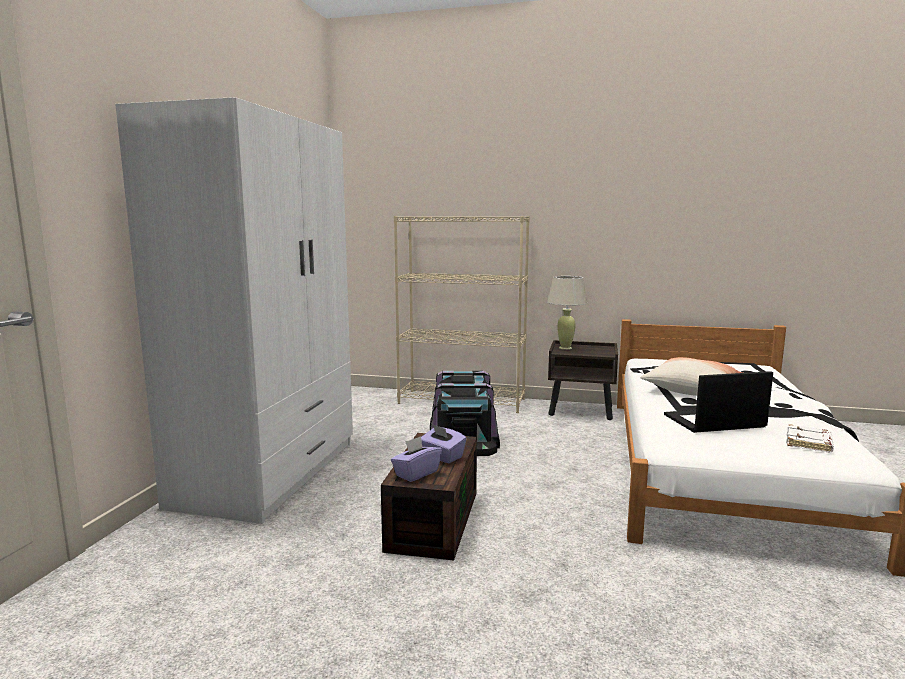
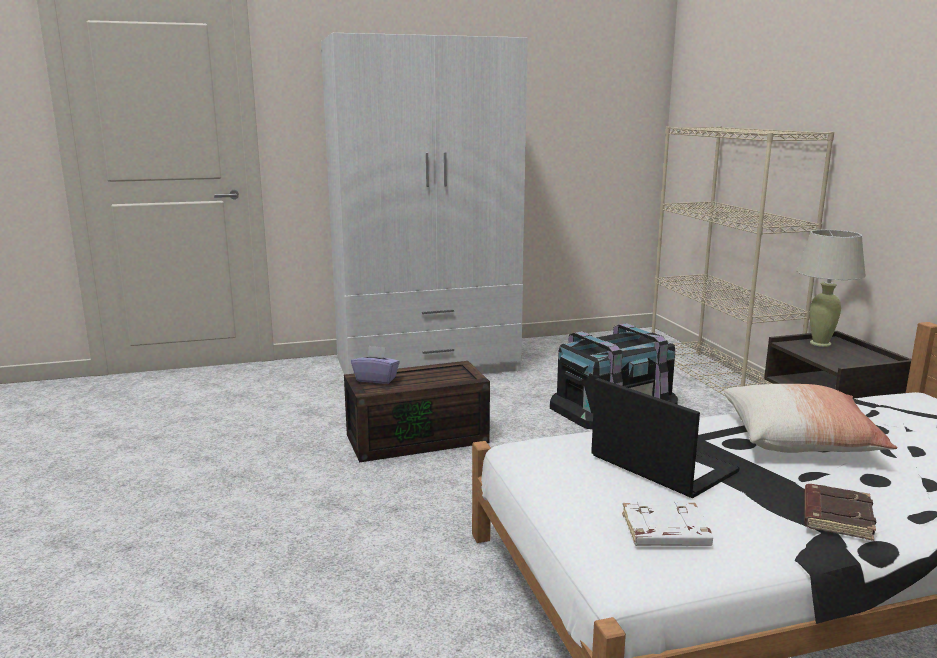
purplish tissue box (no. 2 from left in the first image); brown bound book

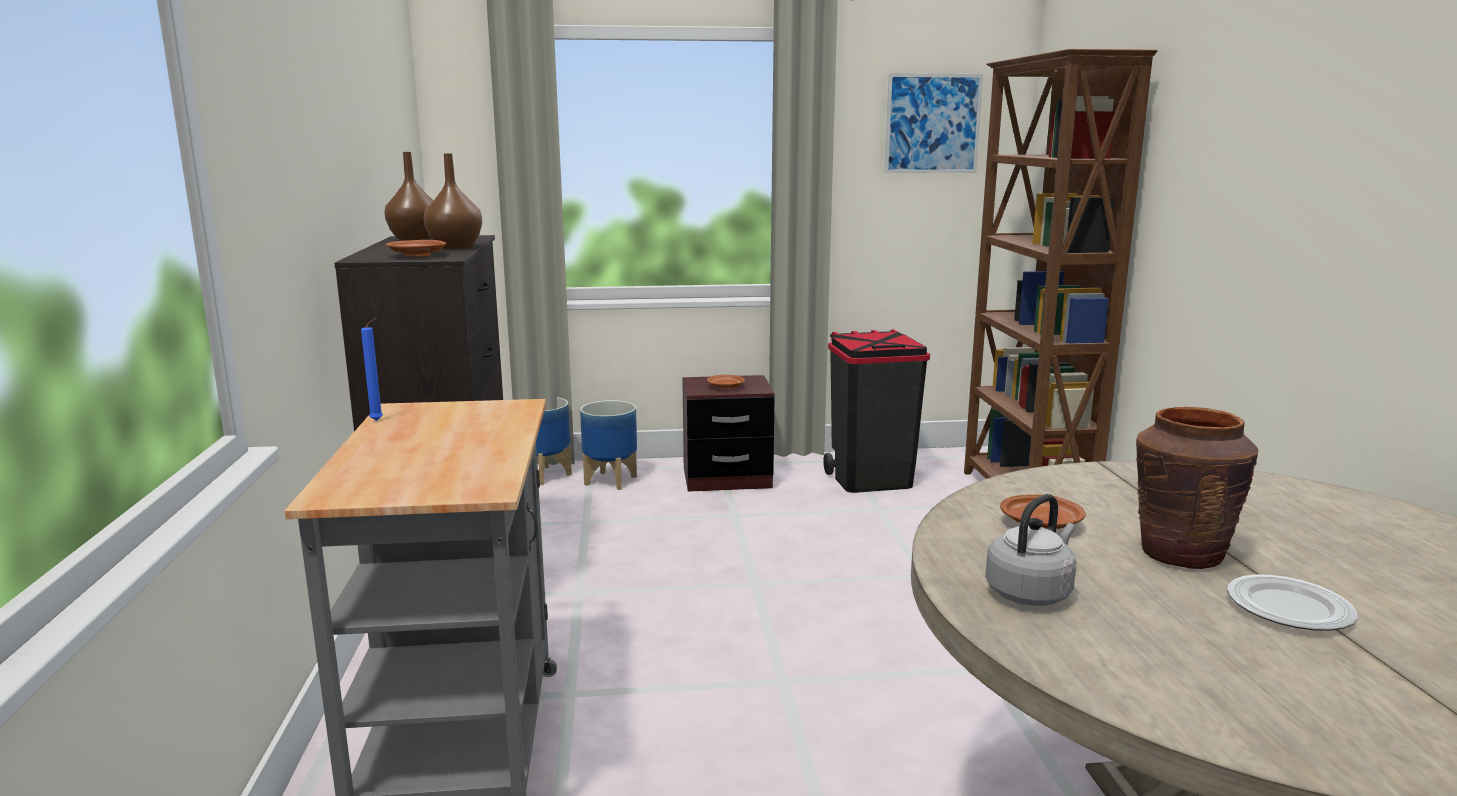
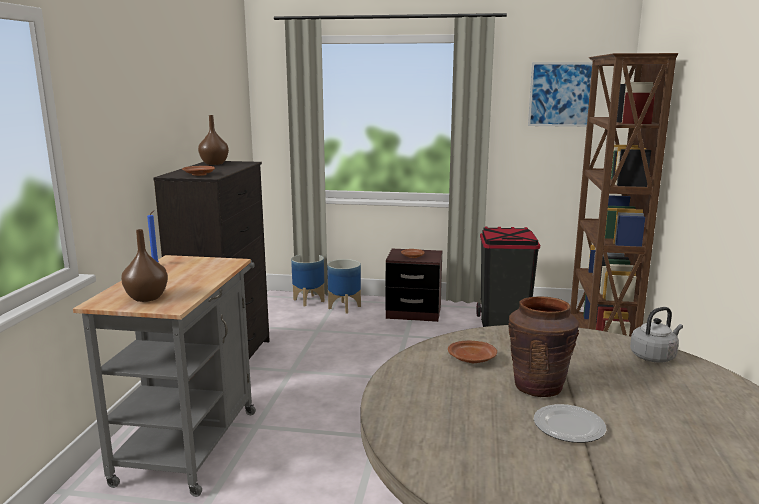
brown vase (no. 1 from left); gray kettle

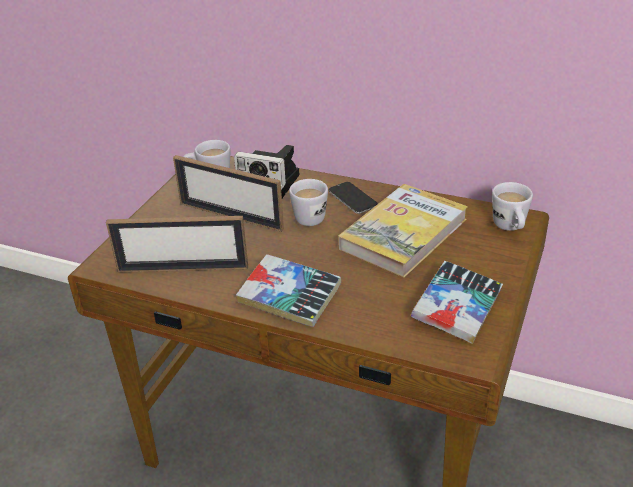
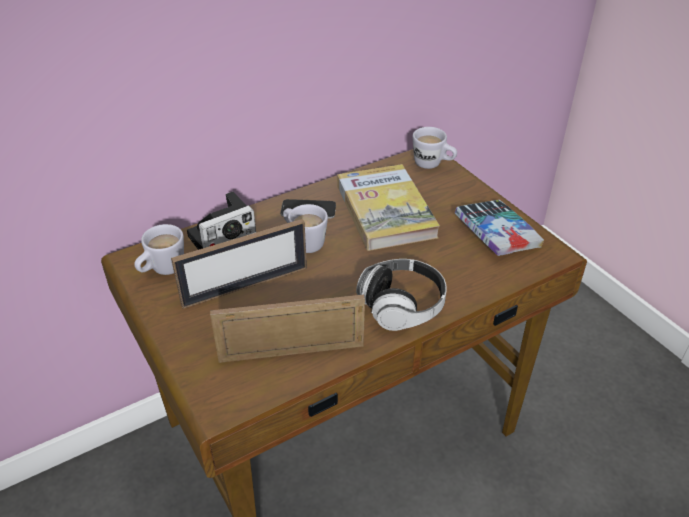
headphones; picture frame (no. 2 from left)

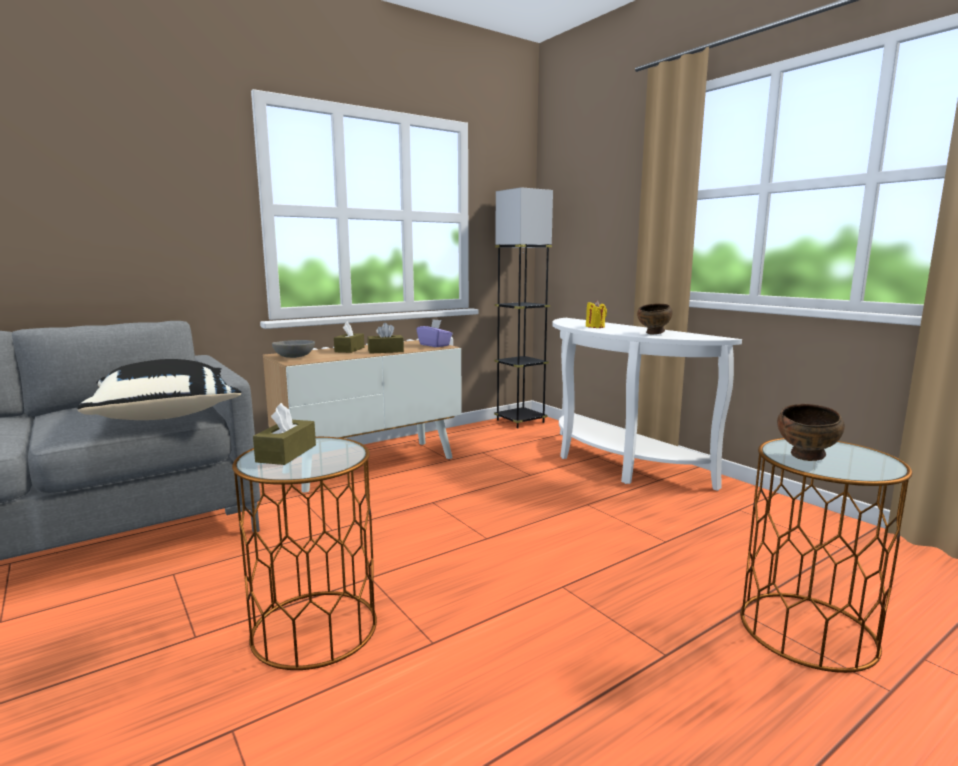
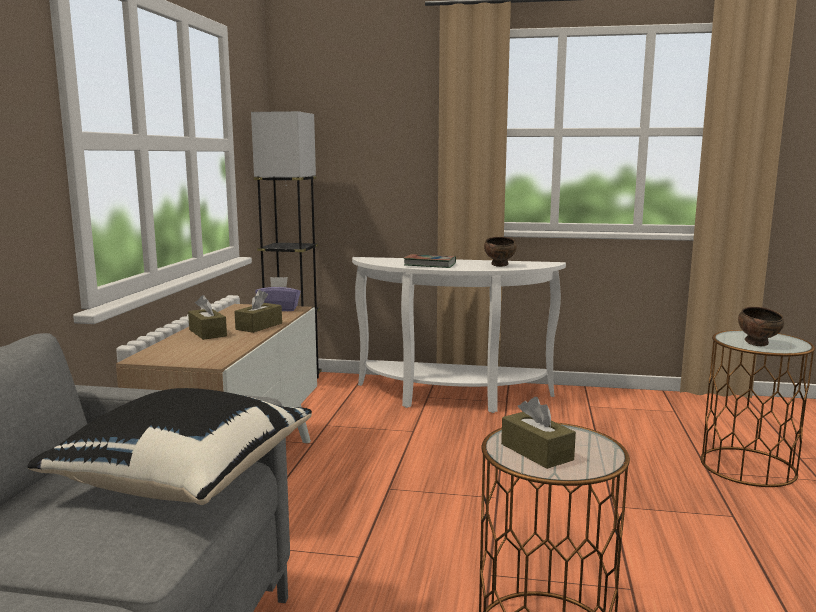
gray serving bowl; bound book

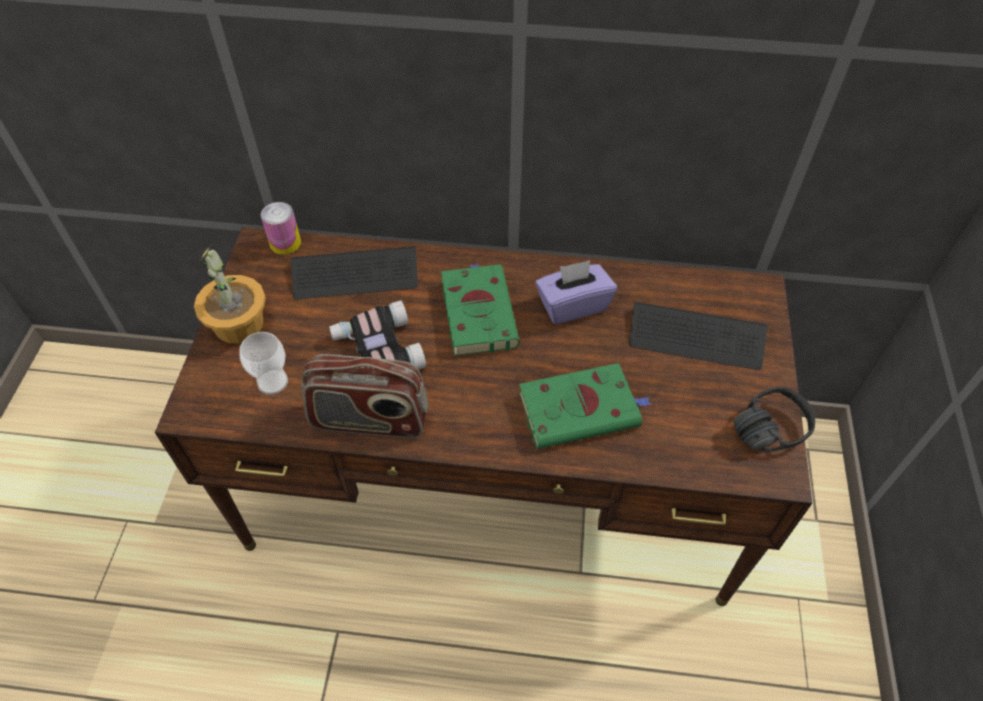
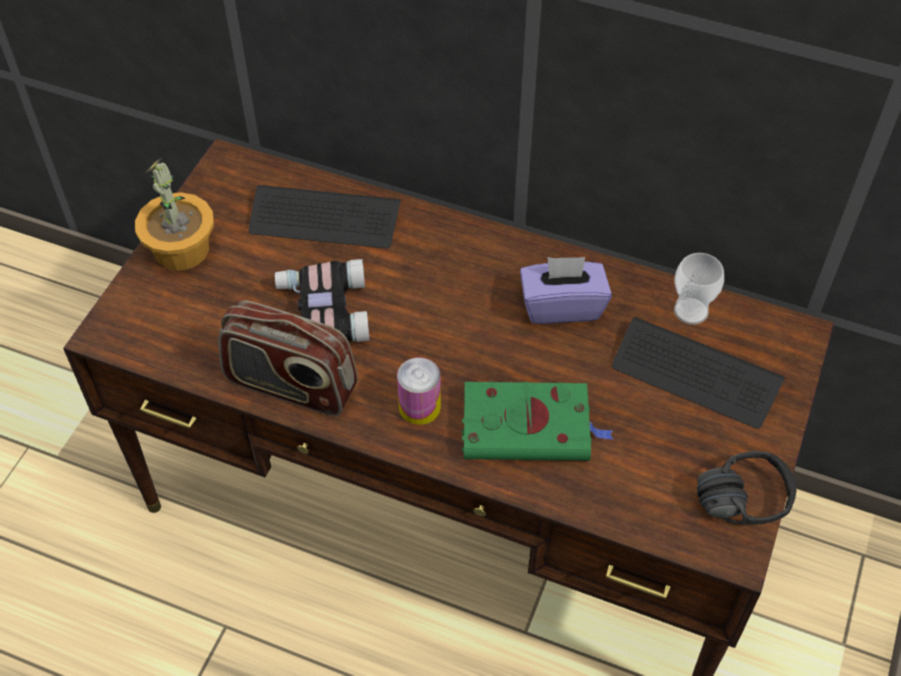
green bound book (no. 1 from left in the first image); small cup; sealed can

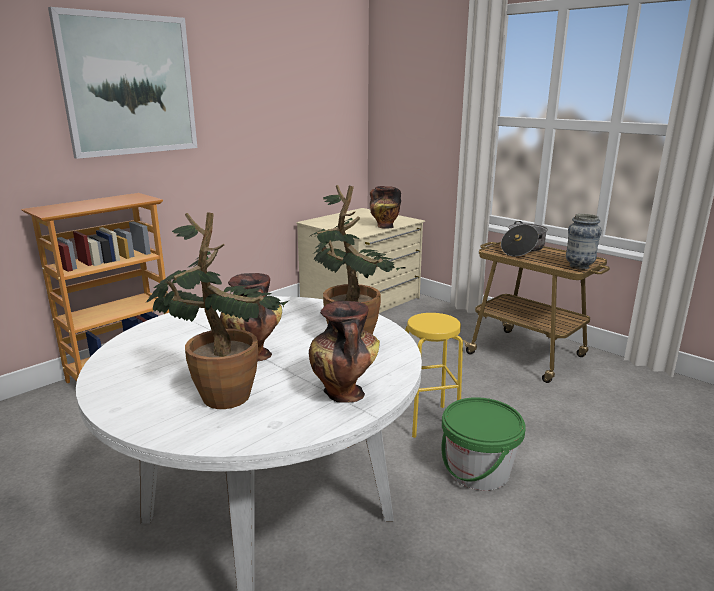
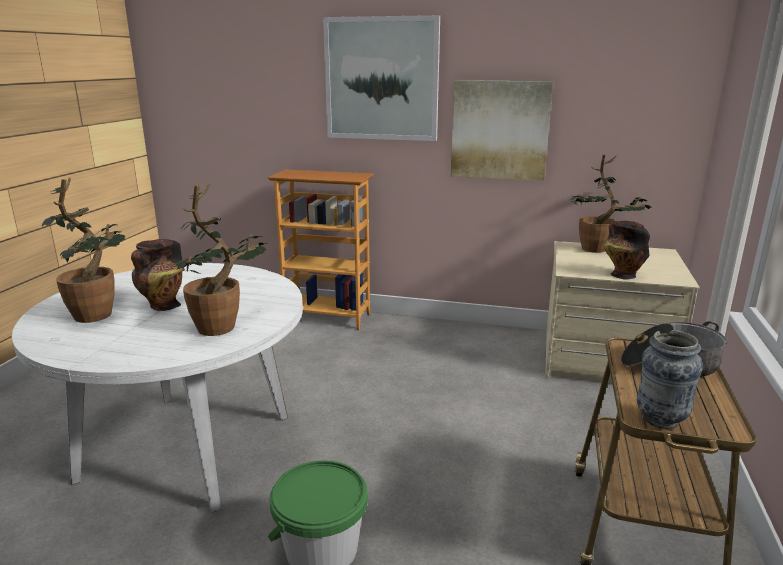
vase (no. 2 from left in the first image); yellowish stool seat; wall art (no. 2 from left); potted plant (no. 3 from left)

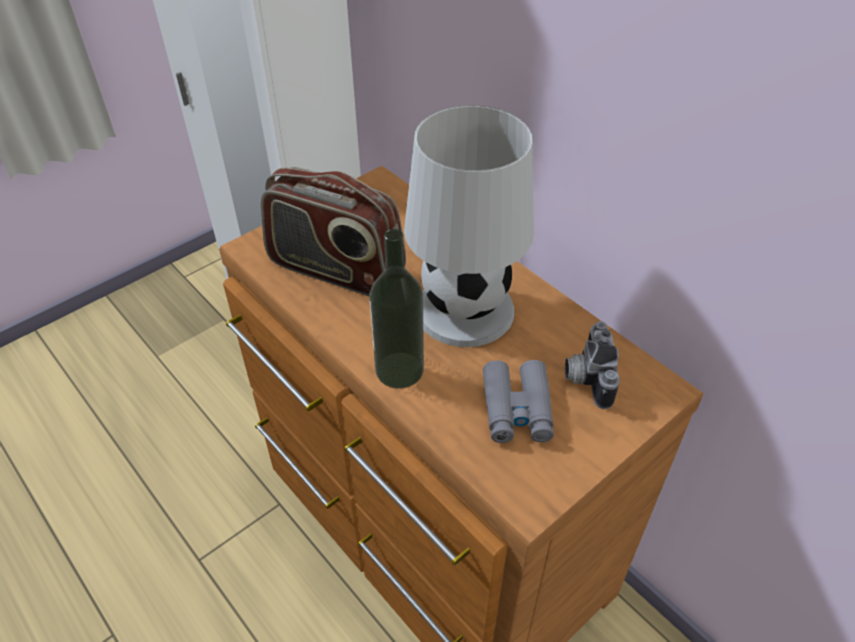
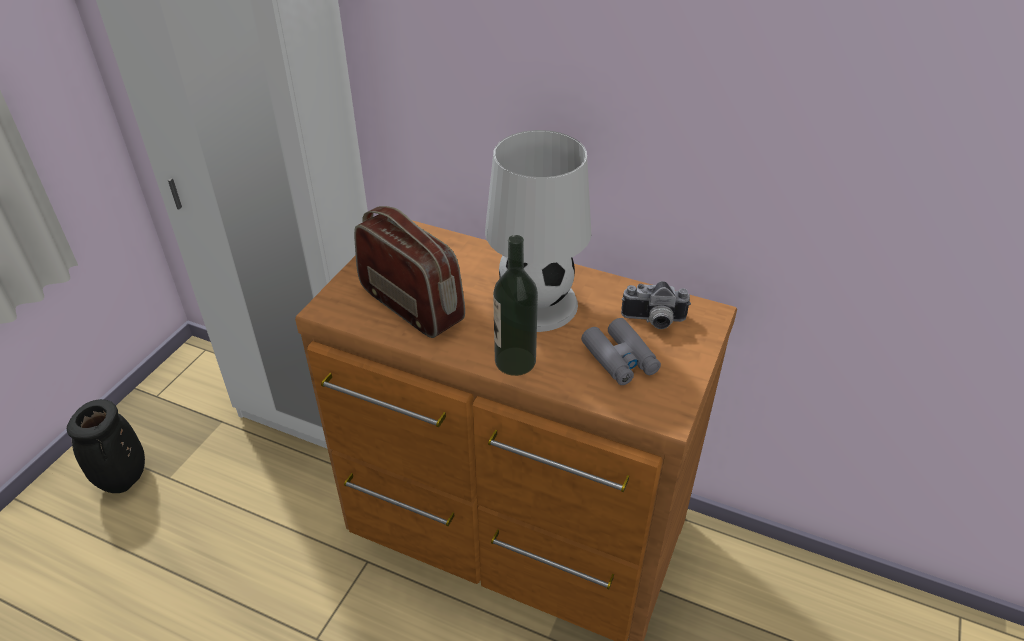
black-coloured vase; radio receiver; still camera

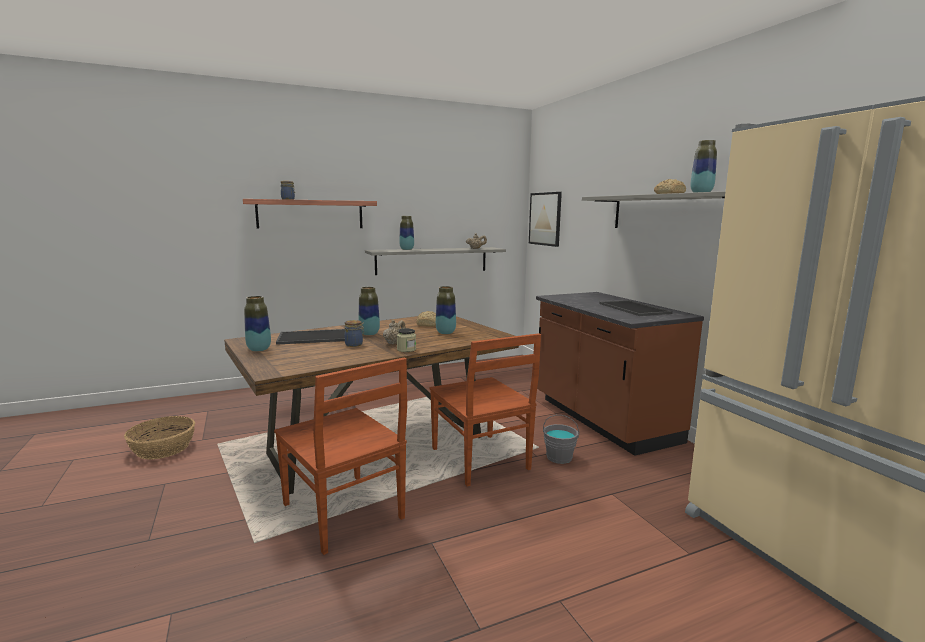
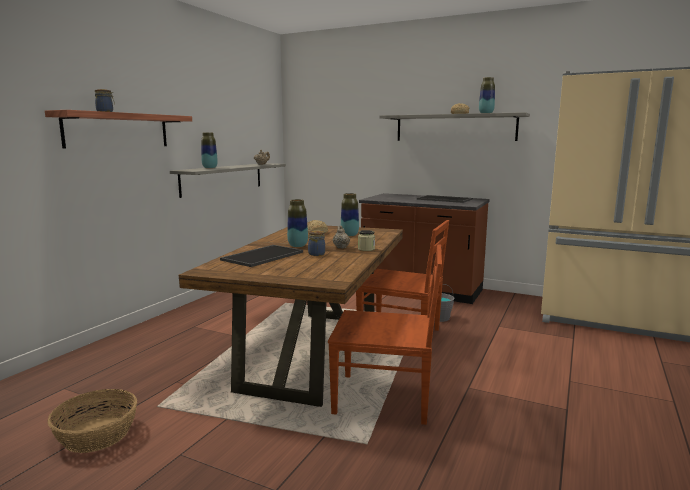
vase (no. 1 from left in the first image); wall art

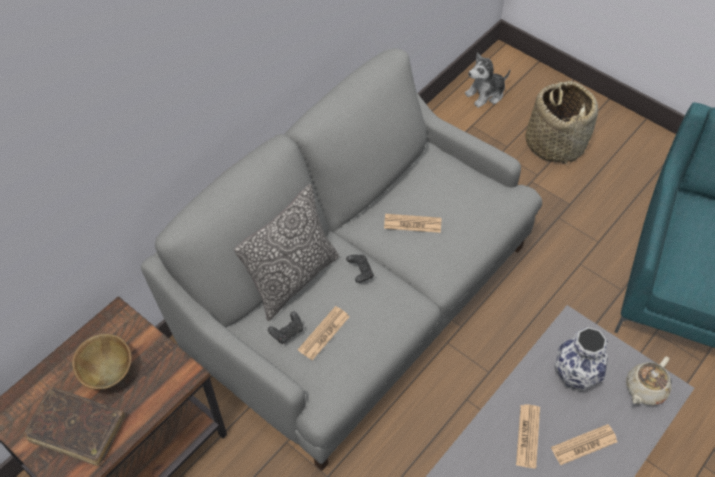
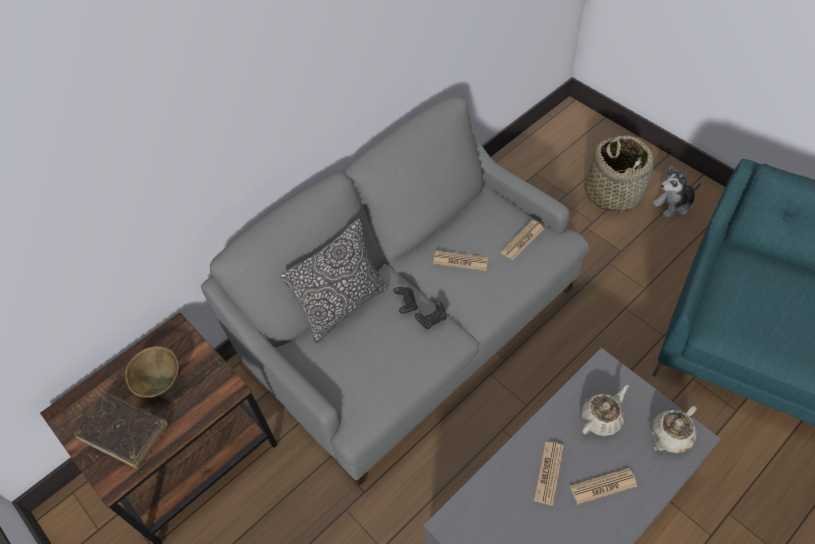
black-coloured game controller (no. 2 from left); printed paper (no. 2 from left); cuddly toy; sand-coloured tea pot (no. 1 from left)

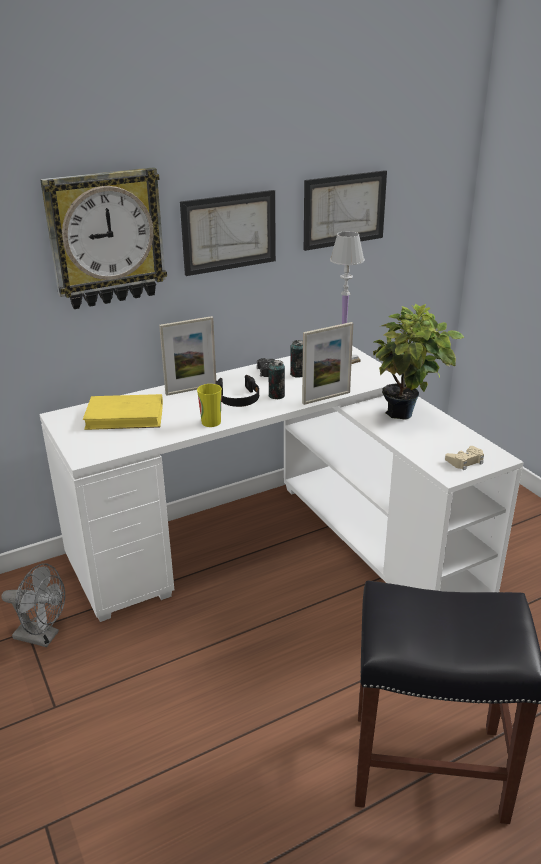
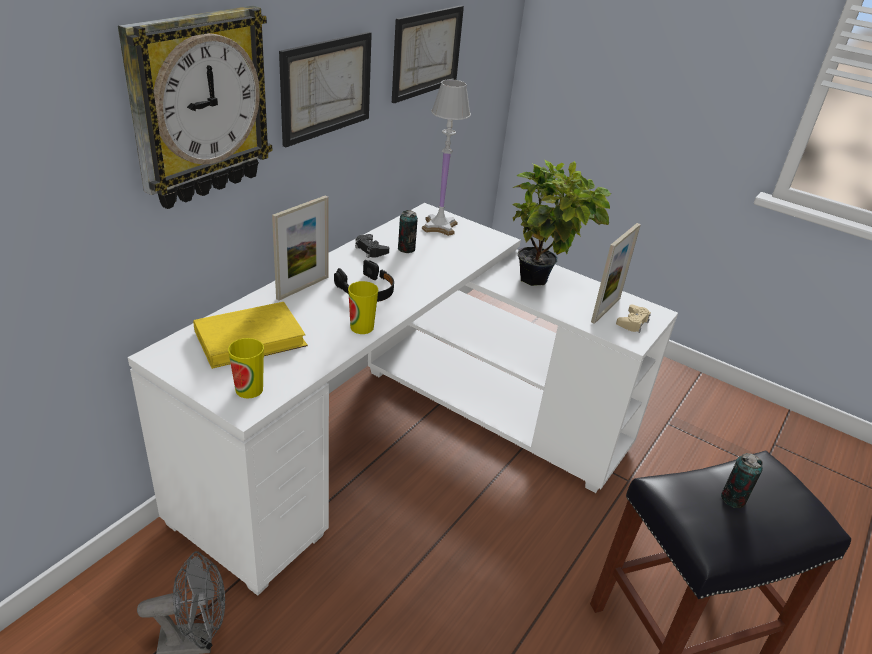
small cup (no. 1 from left); sealed can (no. 2 from left); picture frame (no. 2 from left)

